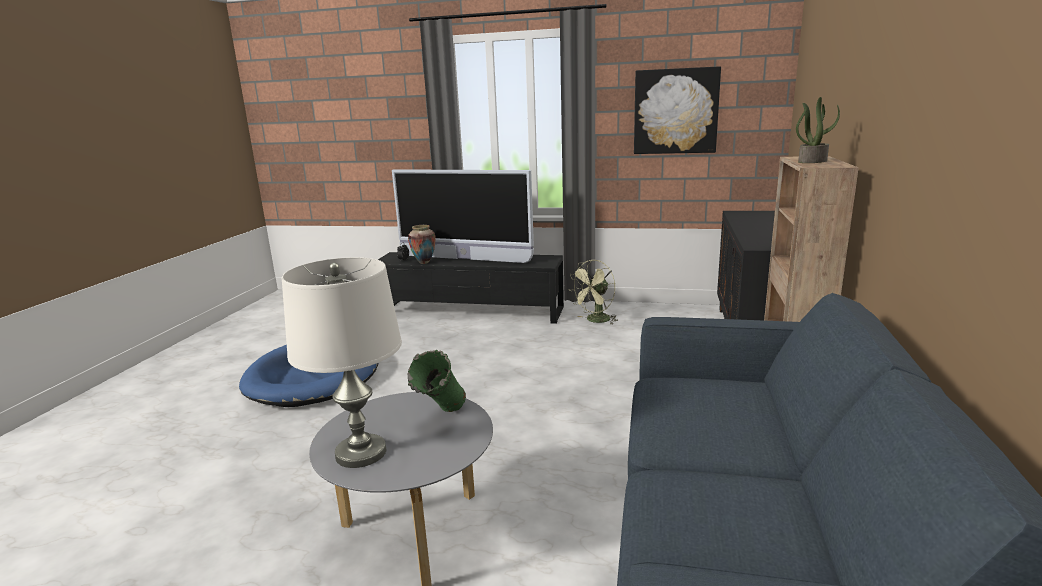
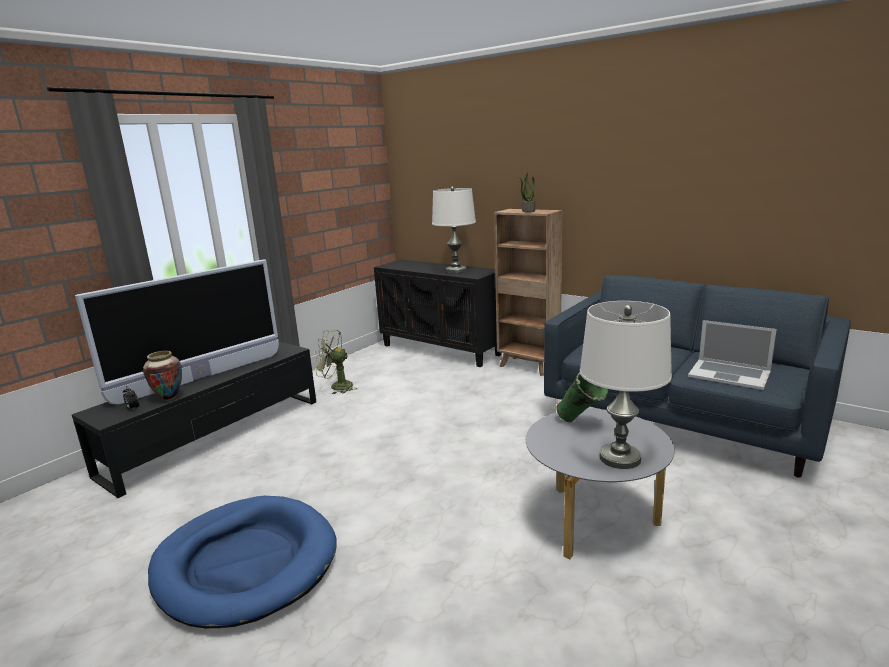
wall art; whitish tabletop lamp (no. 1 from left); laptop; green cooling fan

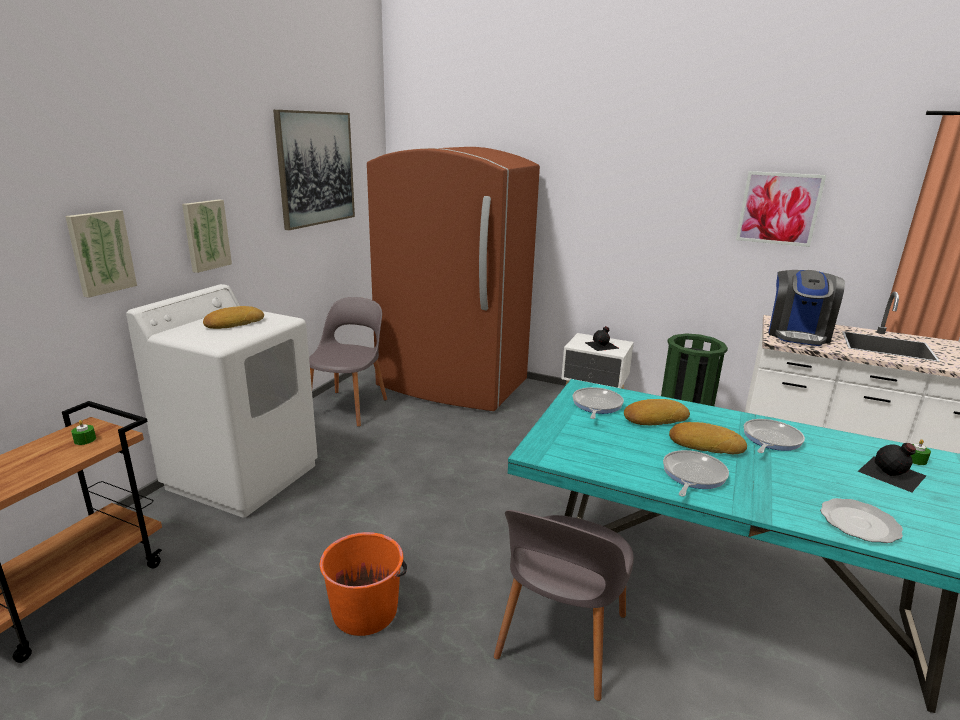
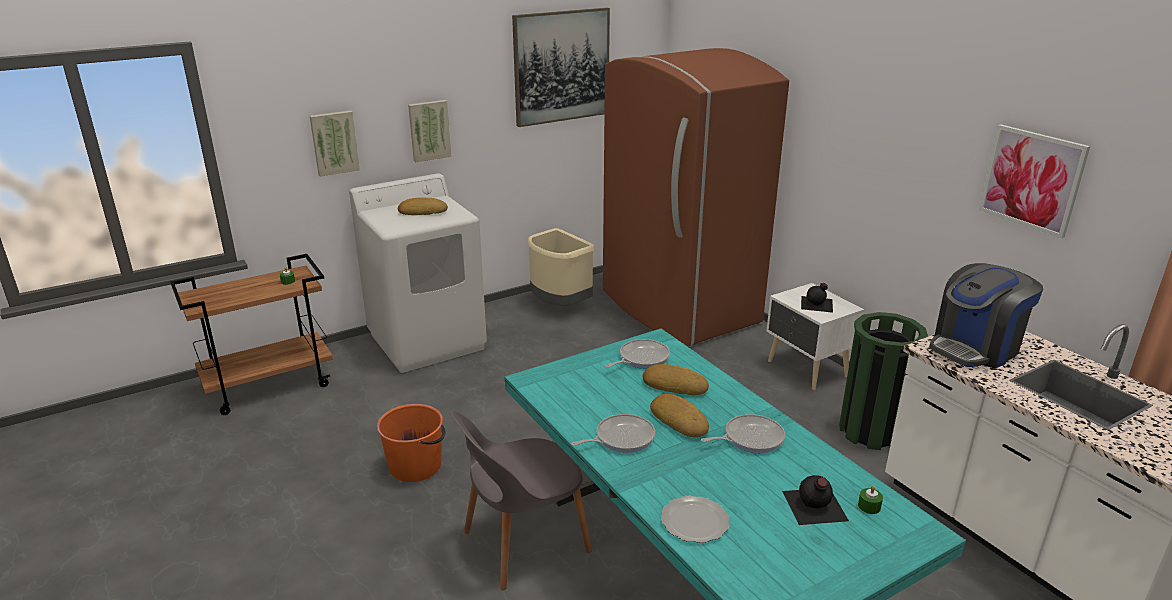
sand-coloured trash can

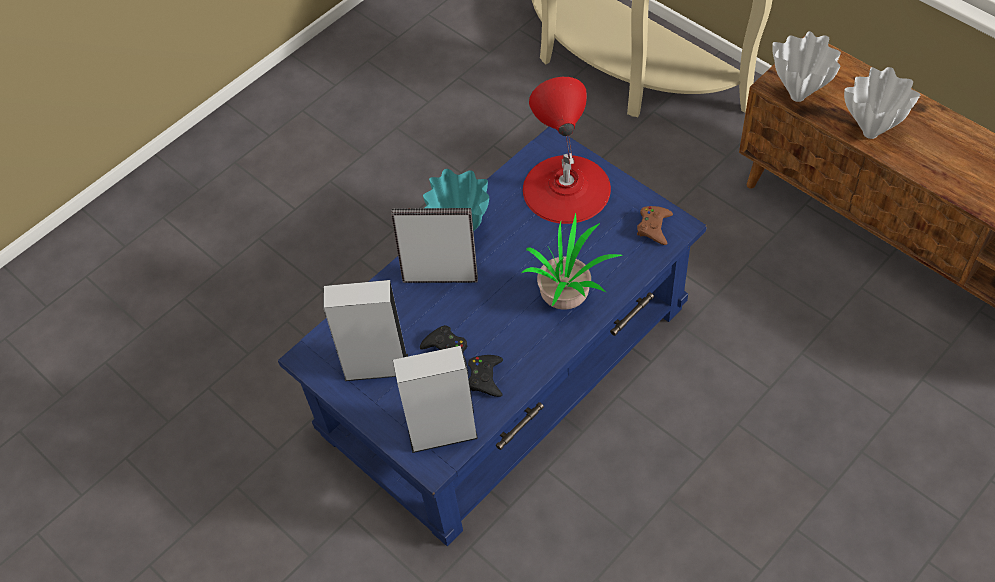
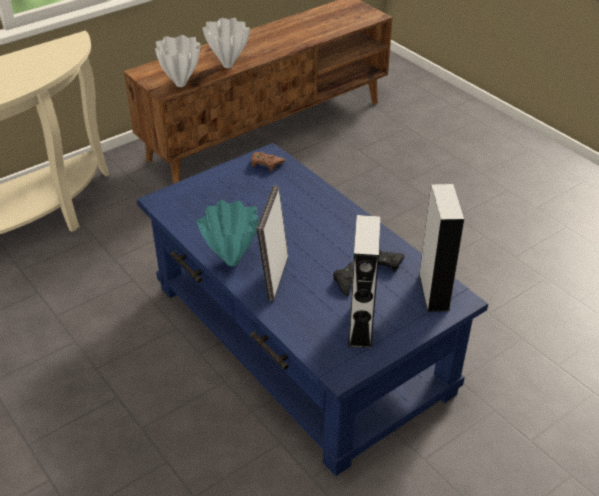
potted plant; red-coloured tabletop lamp

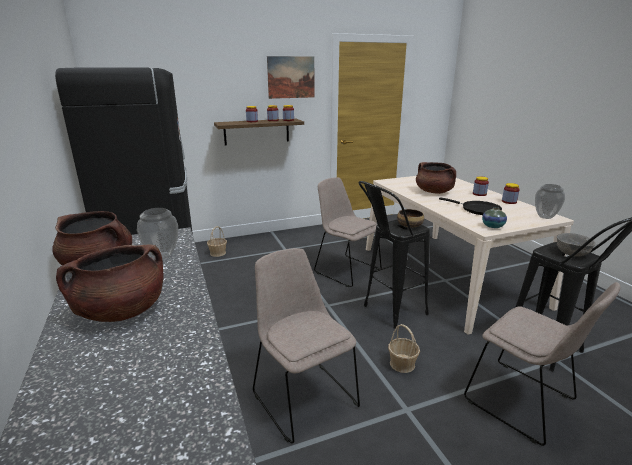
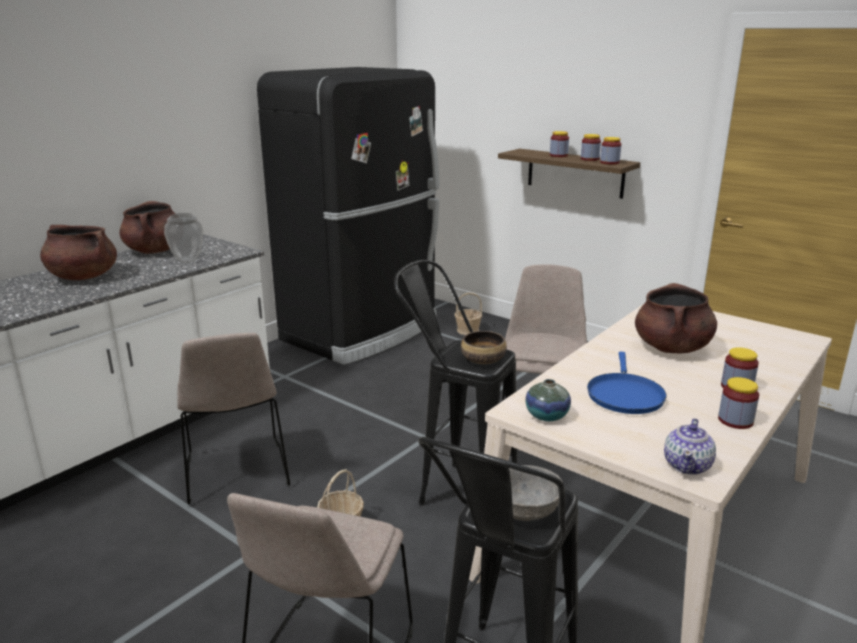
wall art; tea pot; blue-coloured skillet; sand-coloured upright chair (no. 1 from left)

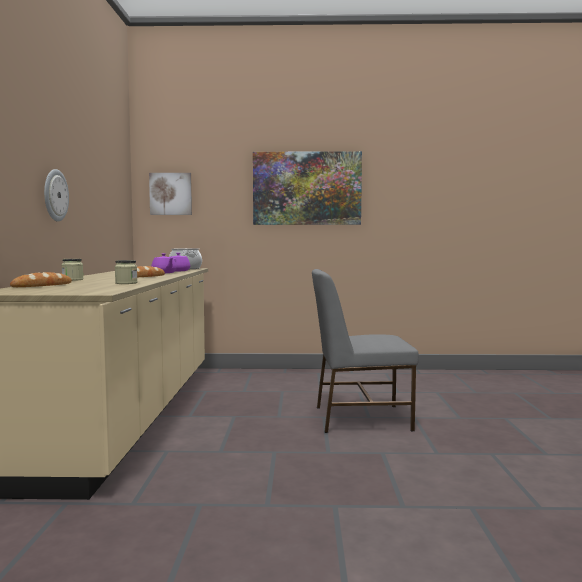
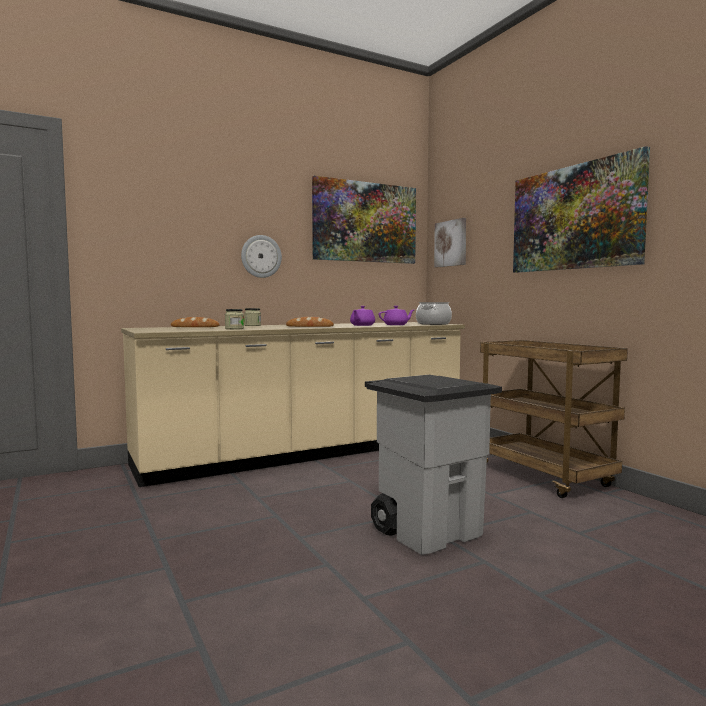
wall art (no. 1 from left); brown trolley; gray trash can

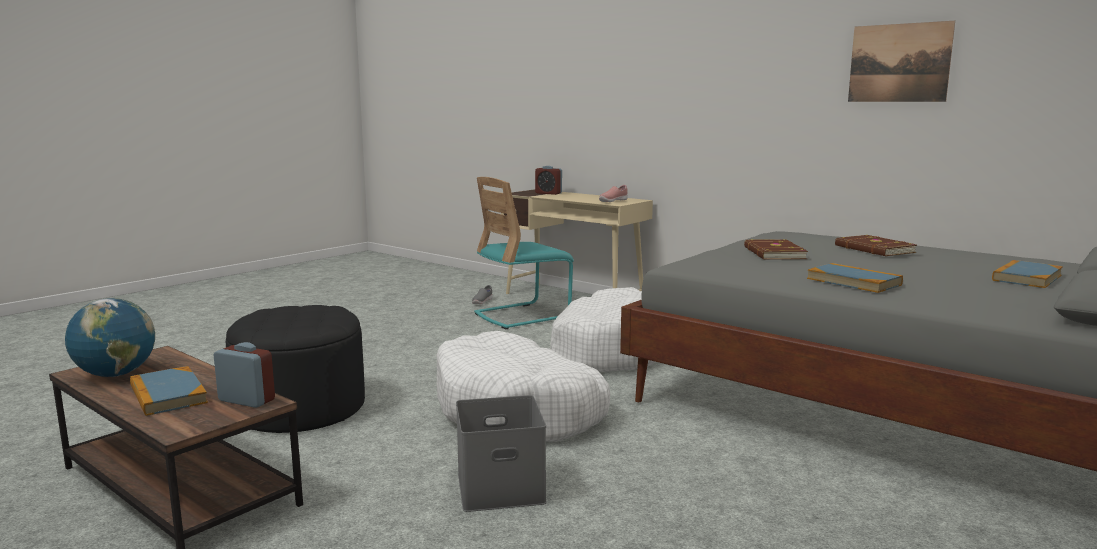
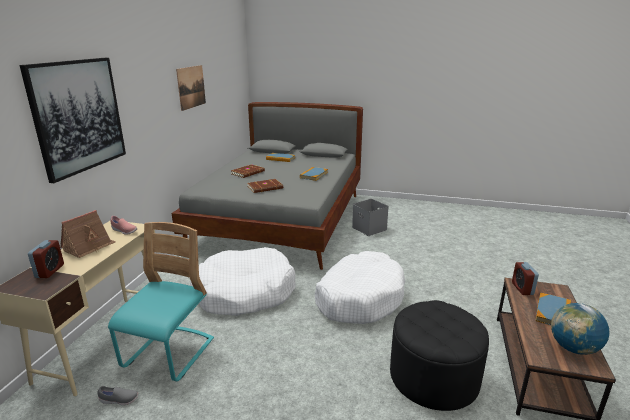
wall art (no. 1 from left); model house; gray storage container; turquoise upright chair

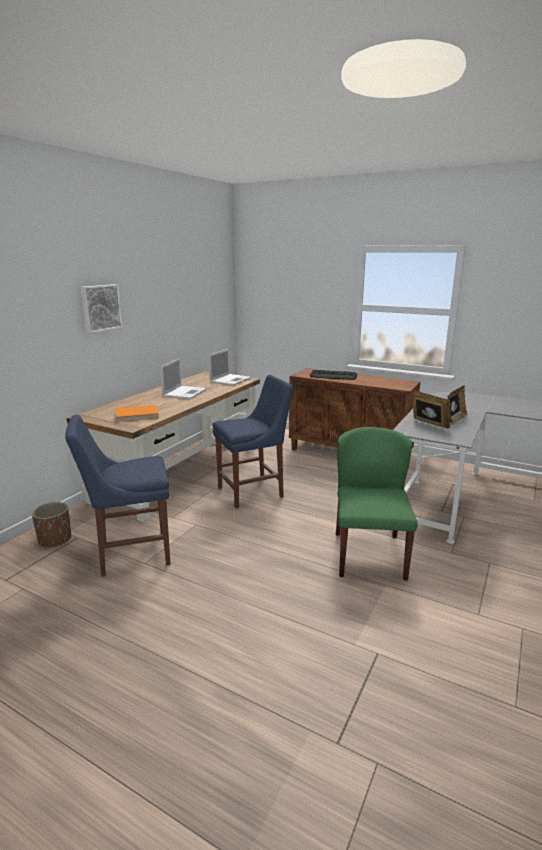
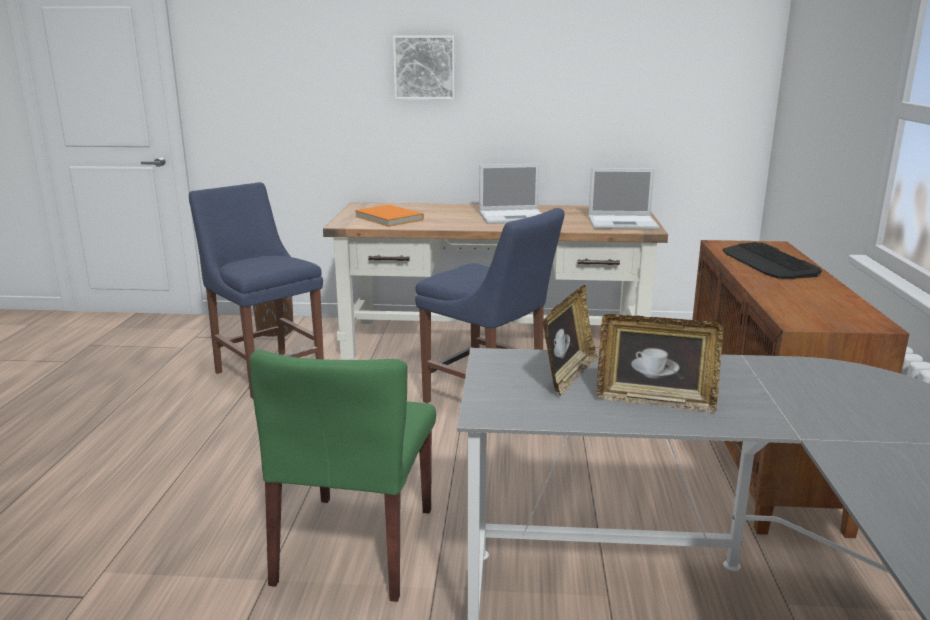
green upright chair

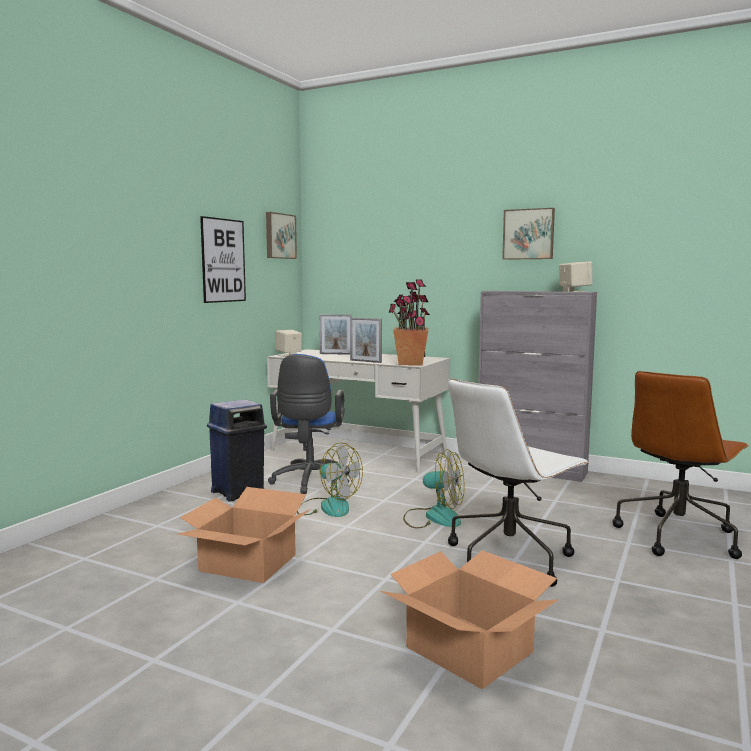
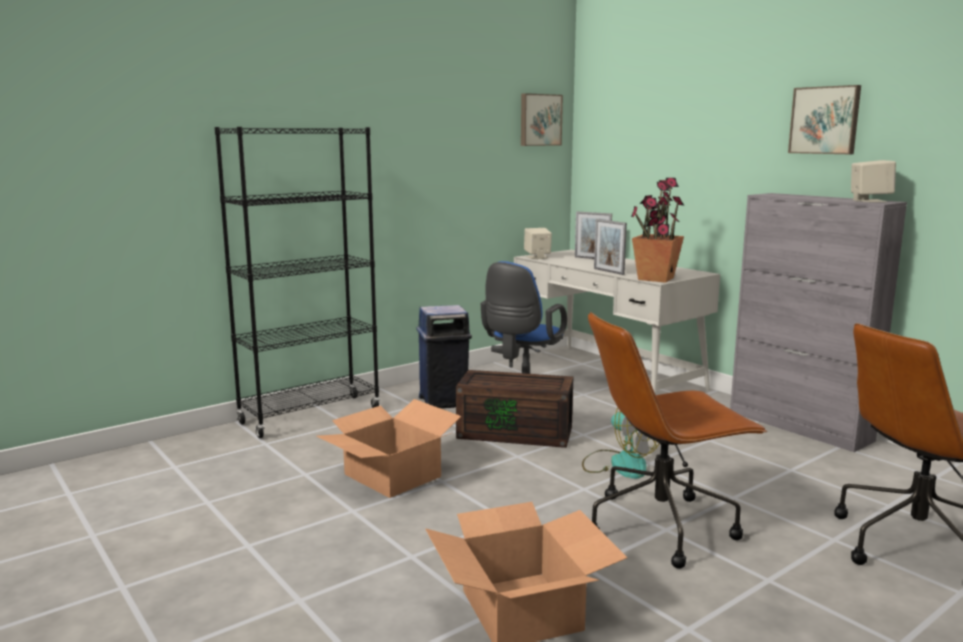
wall art (no. 1 from left in the first image); black-coloured bookshelf; brown storage container; brown office chair (no. 1 from left)

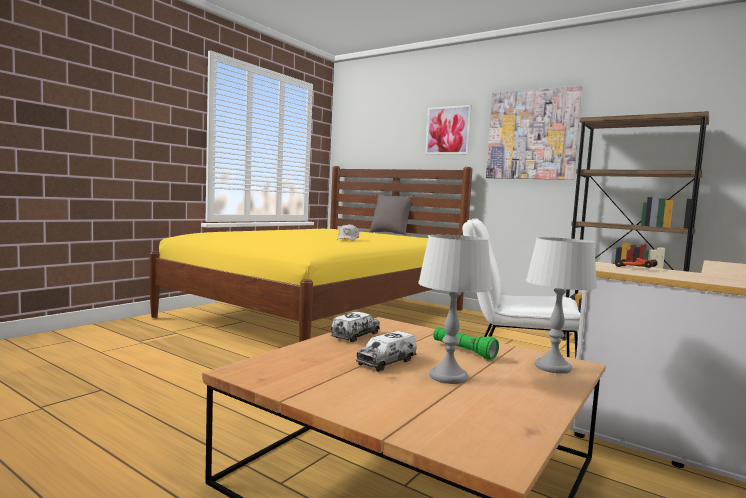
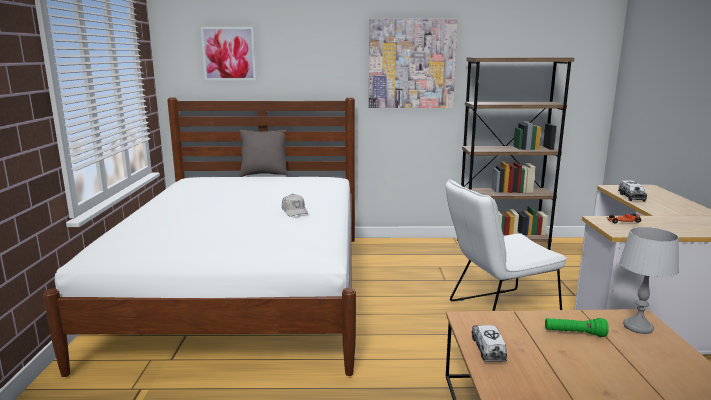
gray tabletop lamp (no. 1 from left in the first image); model truck (no. 2 from left); wall art (no. 1 from left); whitish bedroom bed

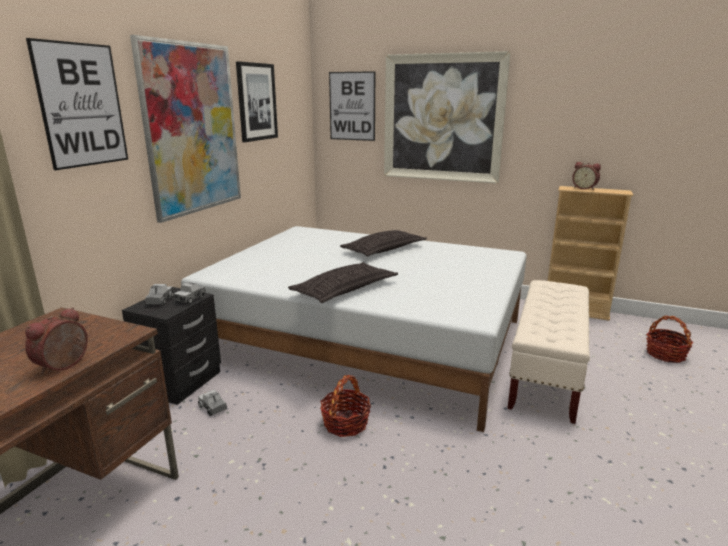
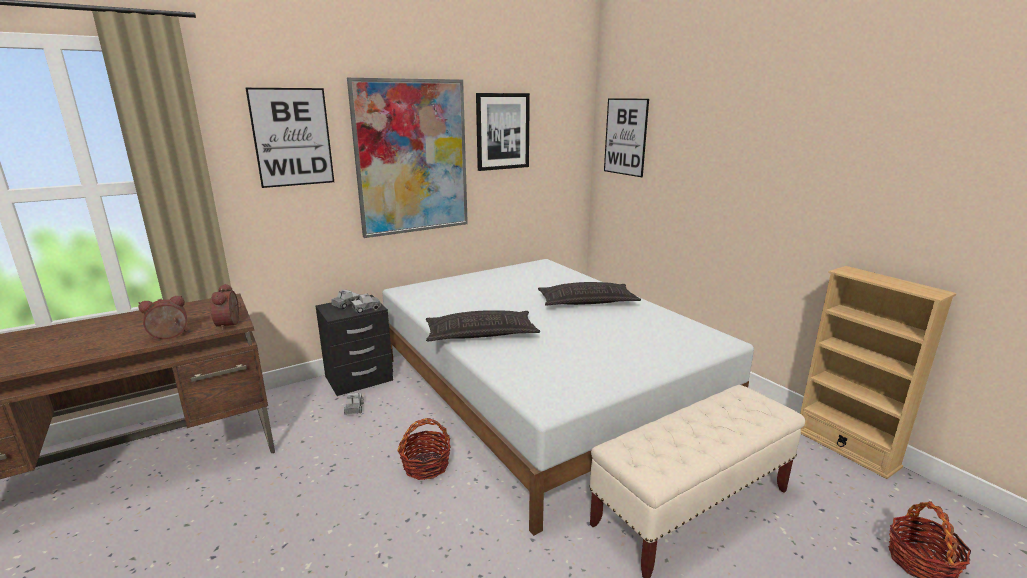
wall art (no. 5 from left in the first image); bedside clock (no. 2 from left)

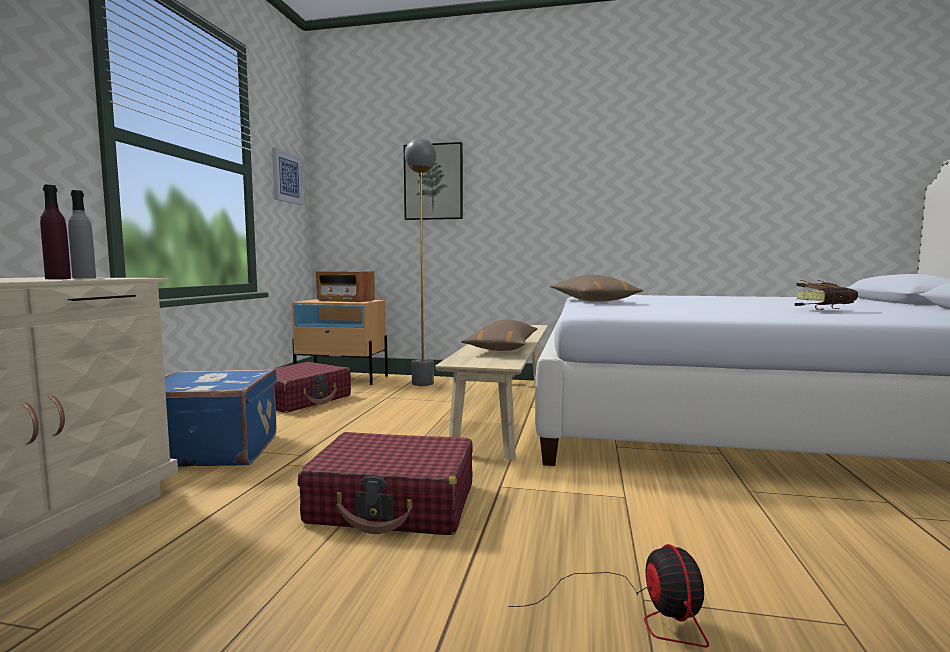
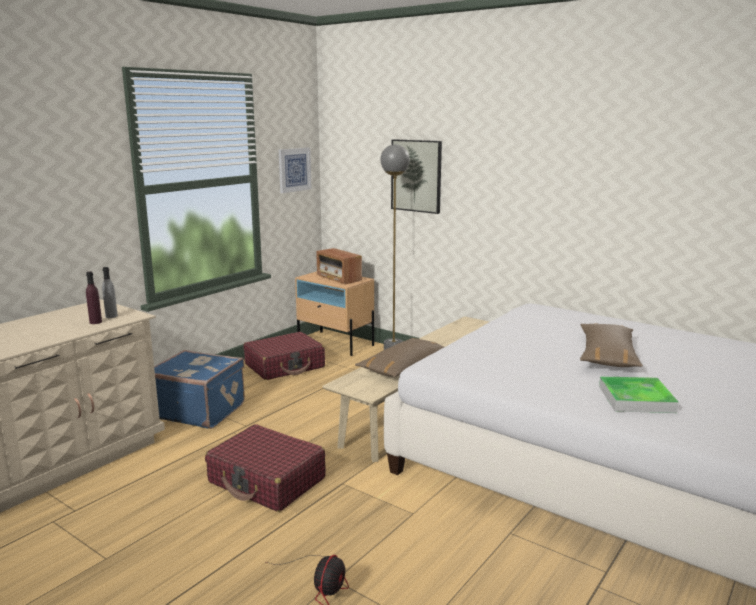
brown cushion (no. 2 from left); tray

